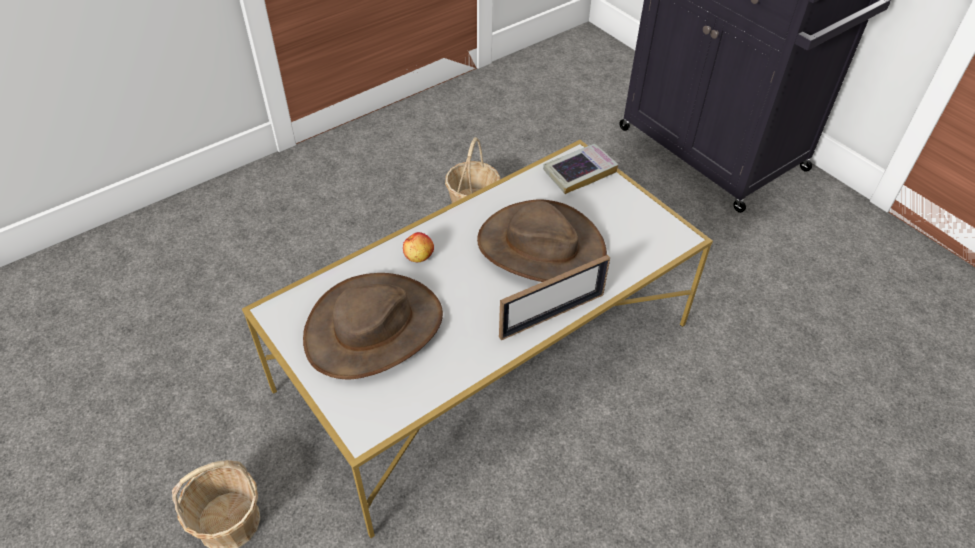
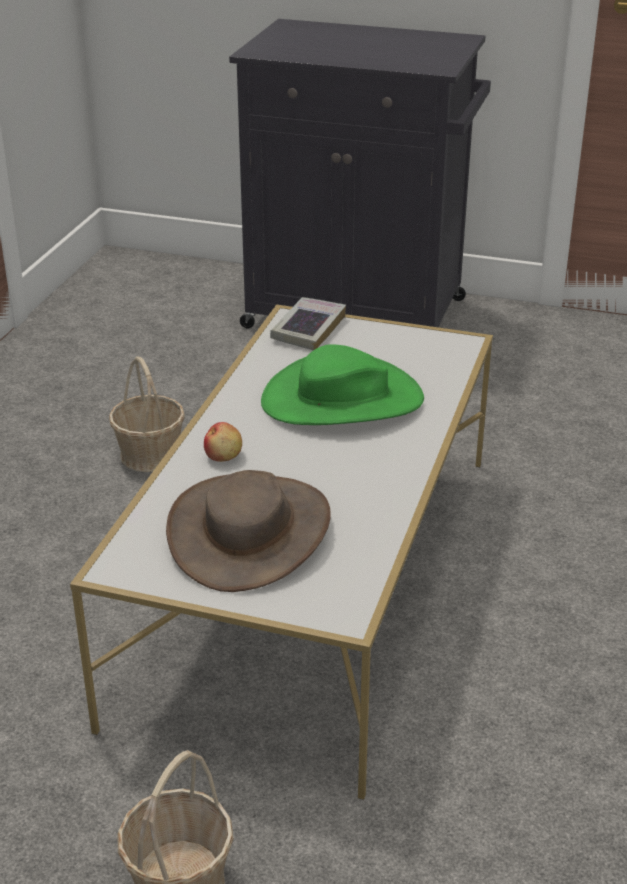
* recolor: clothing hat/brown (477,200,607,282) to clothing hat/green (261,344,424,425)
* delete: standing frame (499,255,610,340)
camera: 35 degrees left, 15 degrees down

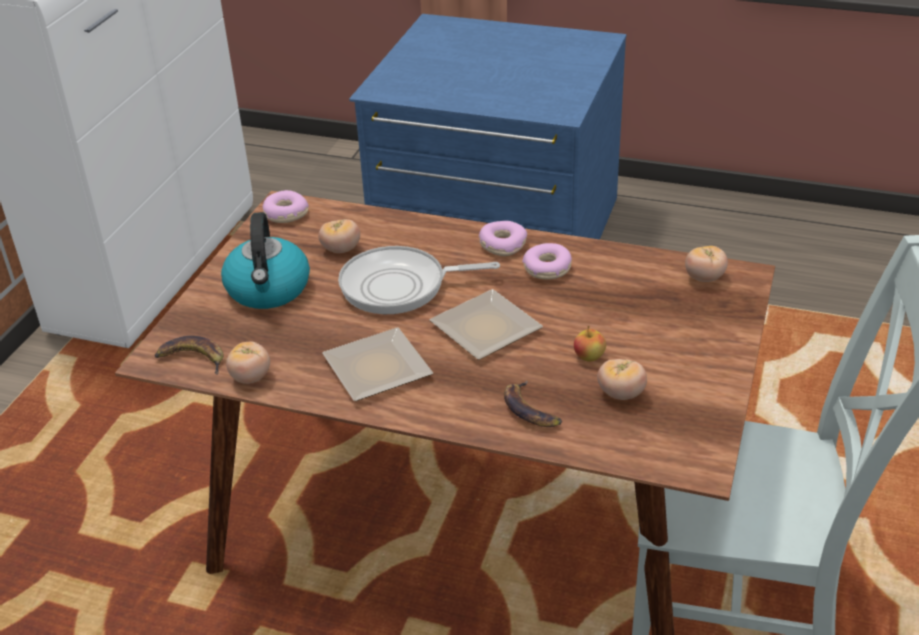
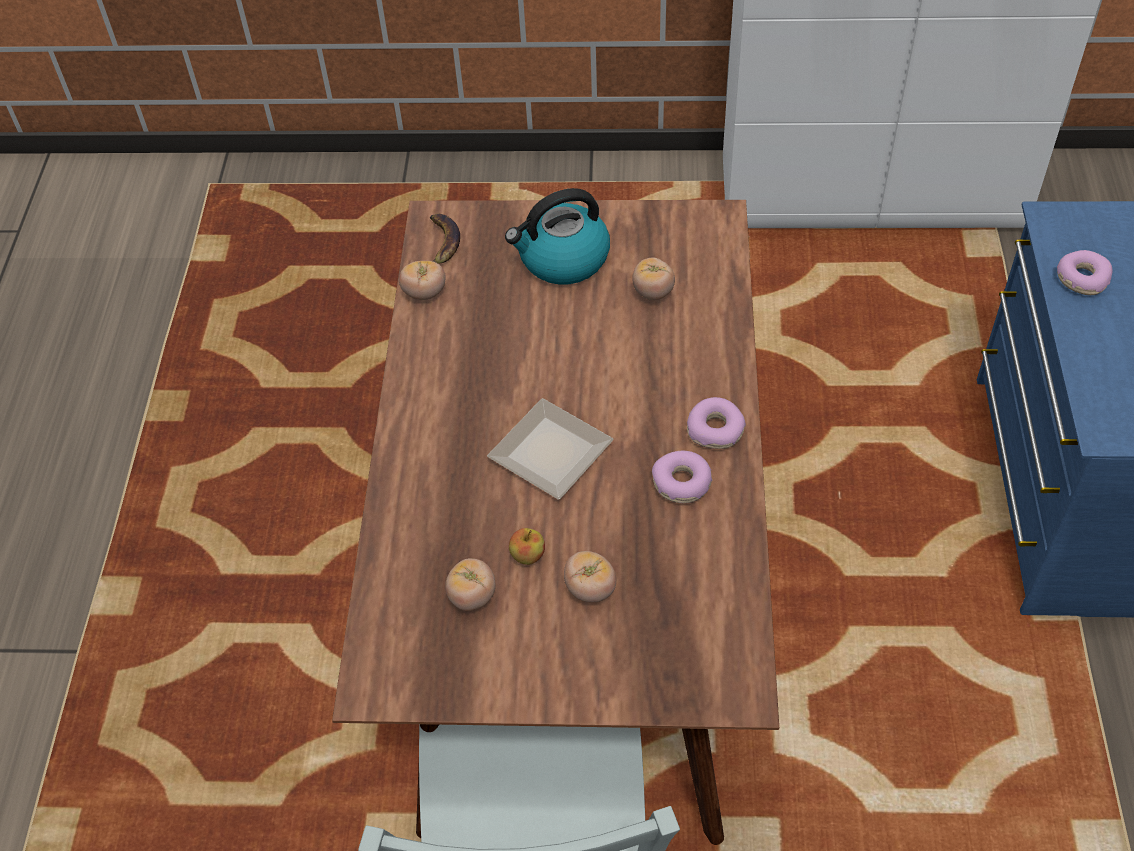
* move: whole tomato (685,246,728,282) to (564,551,616,603)
* move: ring doughnut (263,190,309,223) to (1057,250,1113,295)
* delete: flat dish (322,327,433,401)
* delete: frying pan (338,246,500,314)
* delete: banana fruit (504,381,562,427)
camera: 75 degrees right, 15 degrees up

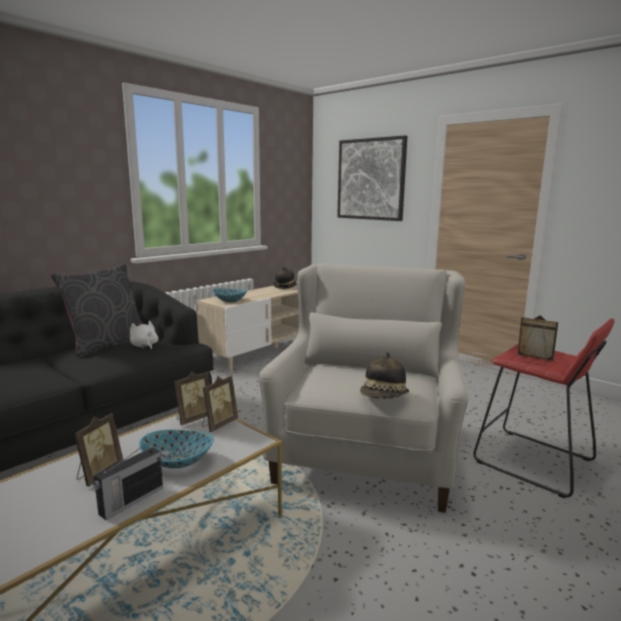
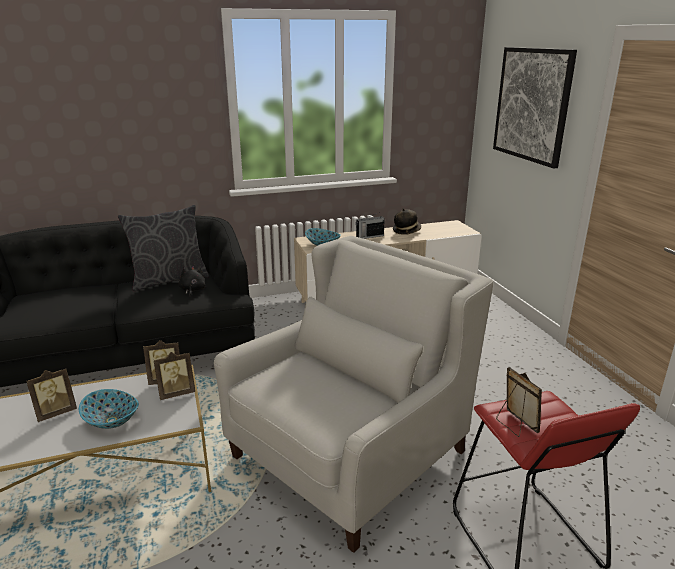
* recolor: soft toy/whitish (130,321,159,350) to soft toy/black (179,266,205,297)
* move: radio receiver (93,443,163,520) to (356,212,385,239)
* delete: clothing hat (360,352,409,399)
camera: 30 degrees right, 10 degrees up

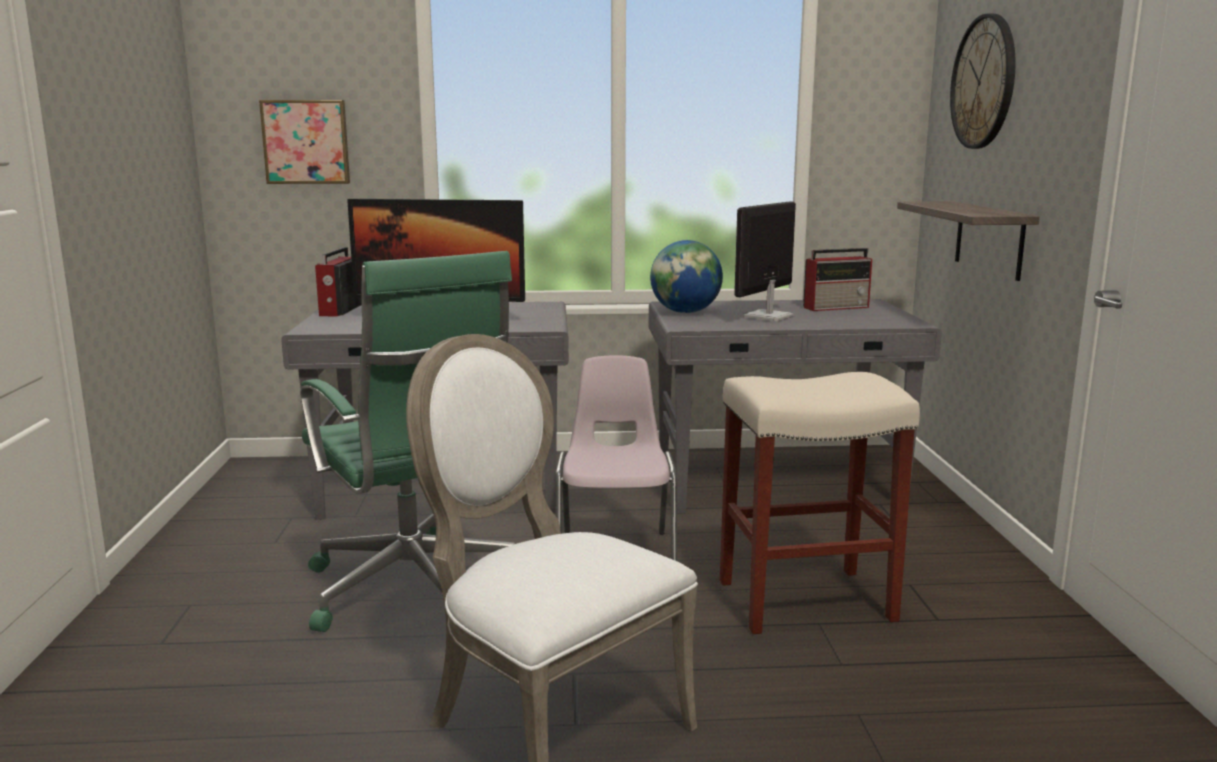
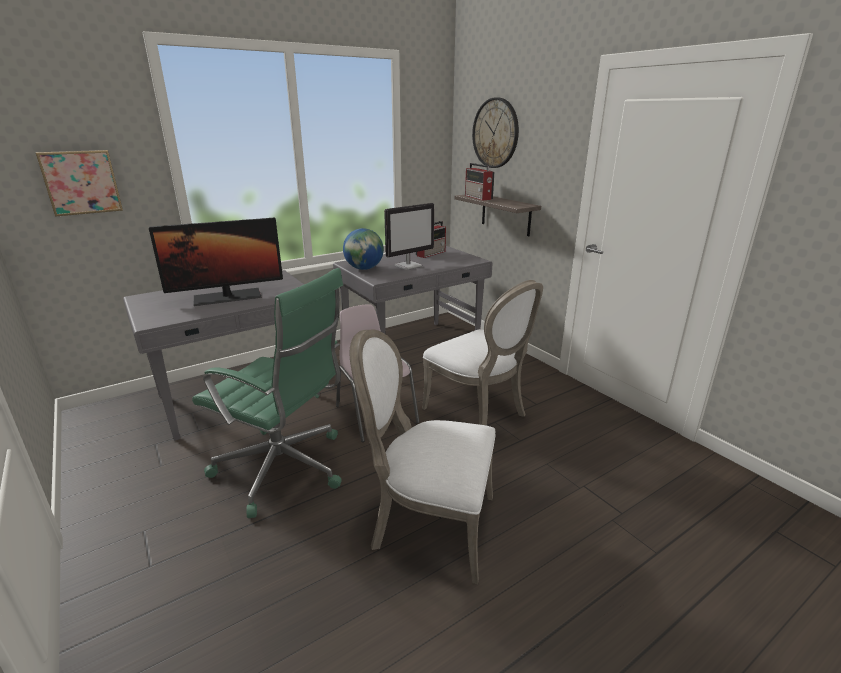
* rotate: computer screen (734,201,796,321) = (384,203,434,270) 135 degrees counterclockwise
* replace: sitting stool/beige-coloured (720,372,920,634) to upright chair/whitish (422,280,543,426)
* move: radio receiver (315,247,362,317) to (465,163,494,200)
camera: 30 degrees left, 10 degrees up

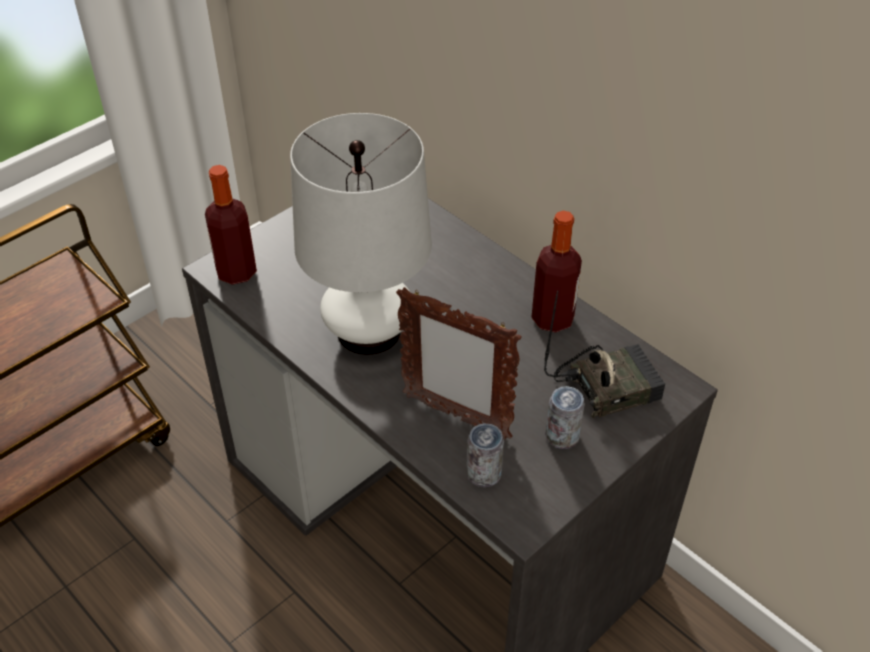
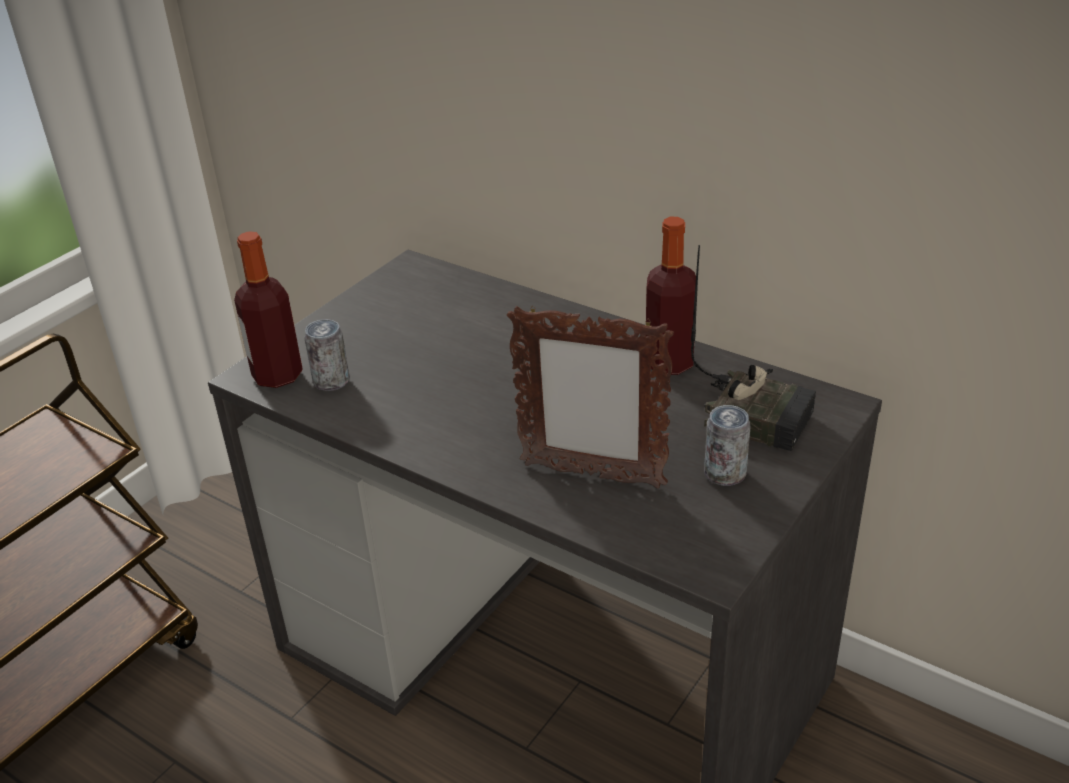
* move: metal can (466,423,504,487) to (304,319,350,391)
* rotate: radio receiver (544,291,665,418) = (691,245,816,451) 60 degrees clockwise
* delete: tabletop lamp/whitish (290,113,432,355)
camera: 10 degrees left, 10 degrees down

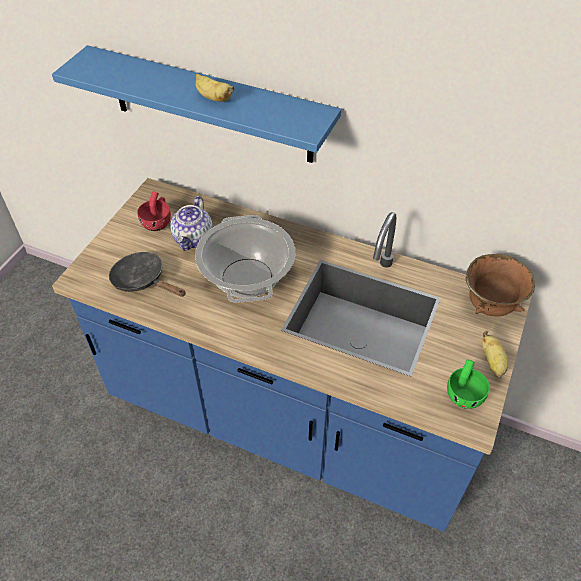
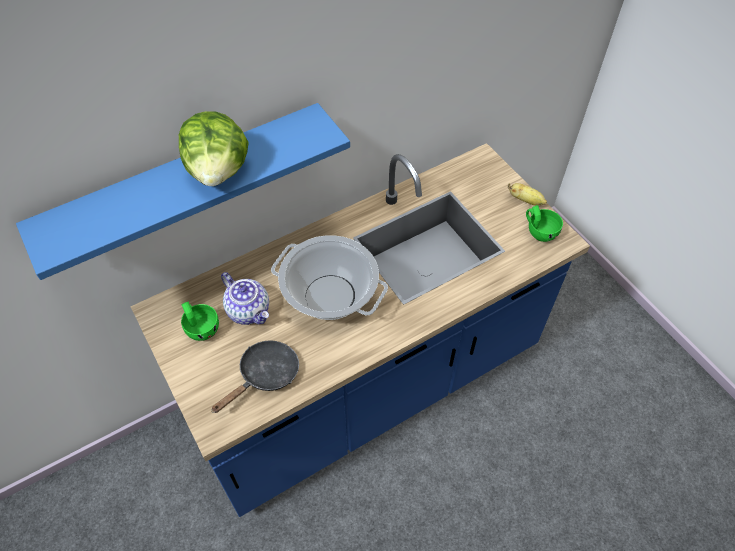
* replace: banana fruit (196,74,234,102) to lettuce head (179,111,249,186)
* recolor: drinking cup/red (137,191,171,231) to drinking cup/green (181,301,219,341)
* rotate: frying pan/black (109,252,186,297) = (211,340,299,413) 150 degrees clockwise
* delete: deep dish/brown (466,254,535,316)
camera: 55 degrees left, 5 degrees up

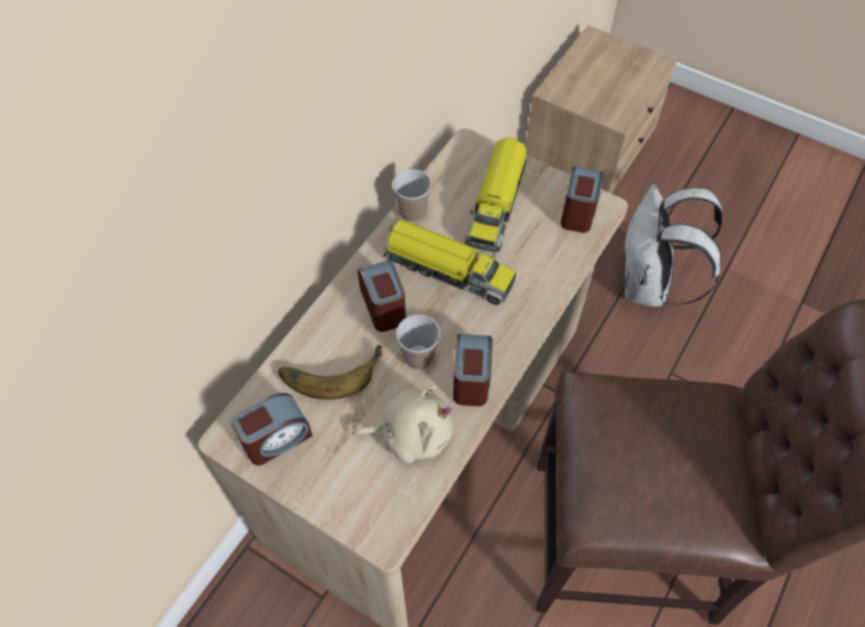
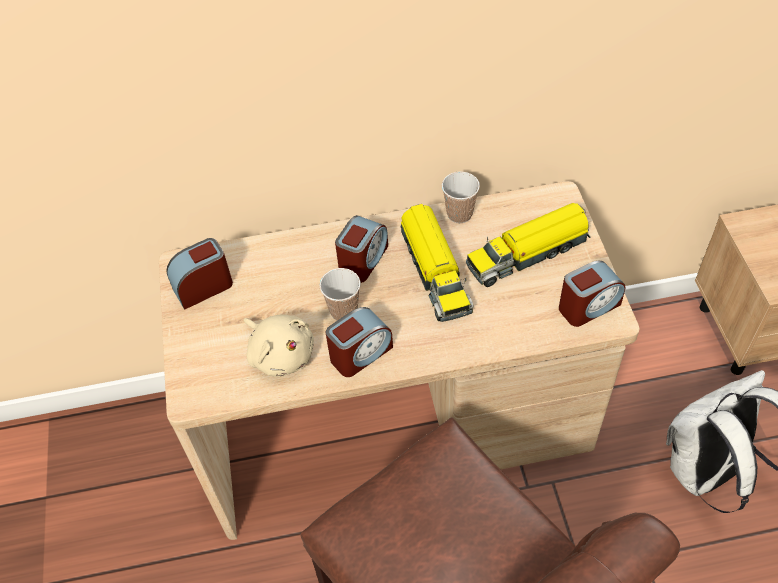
* rotate: table clock (231,393,313,466) = (166,238,233,310) 135 degrees clockwise
* delete: banana fruit (278,345,382,399)
camera: 50 degrees right, 5 degrees down

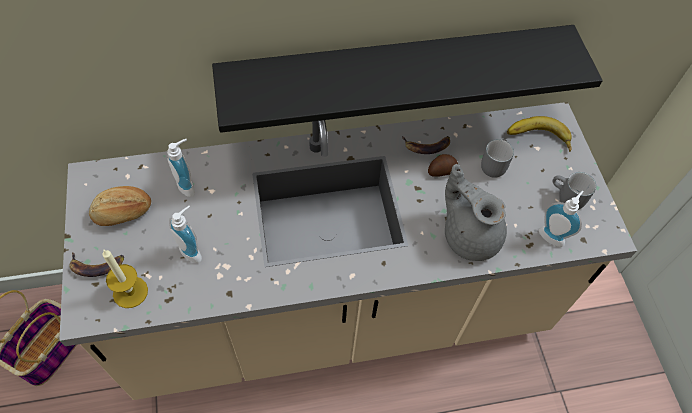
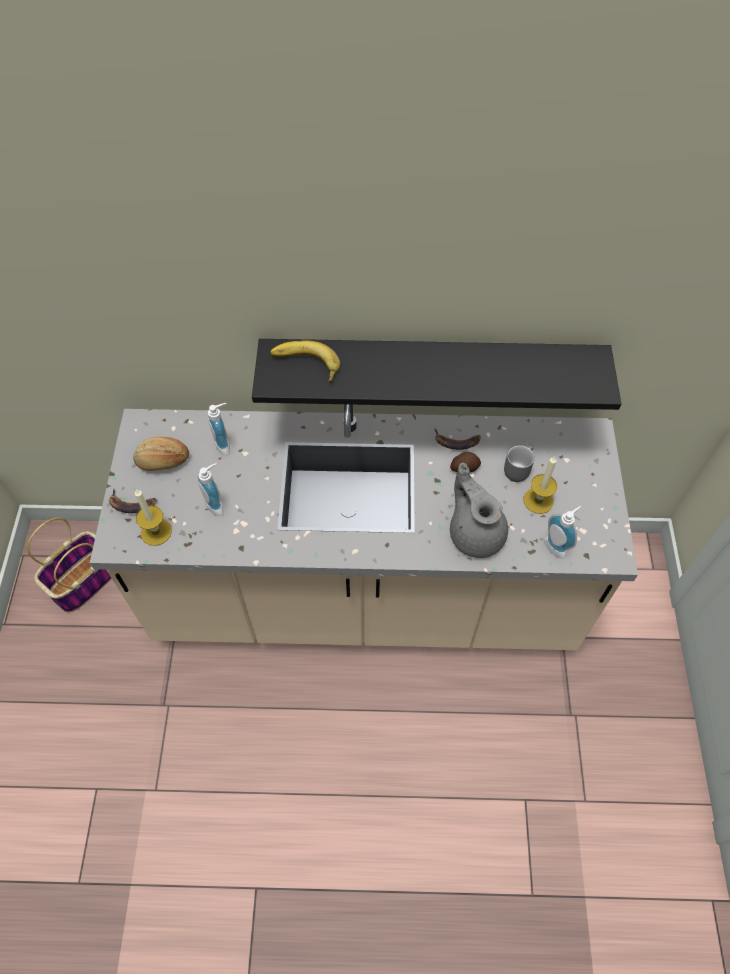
* move: banana fruit (507,116,572,152) to (270,340,340,383)
* insert: candle (524,456,557,514)
* delete: coffee mug/gray (552,172,597,210)
camera: 15 degrees right, 0 degrees up

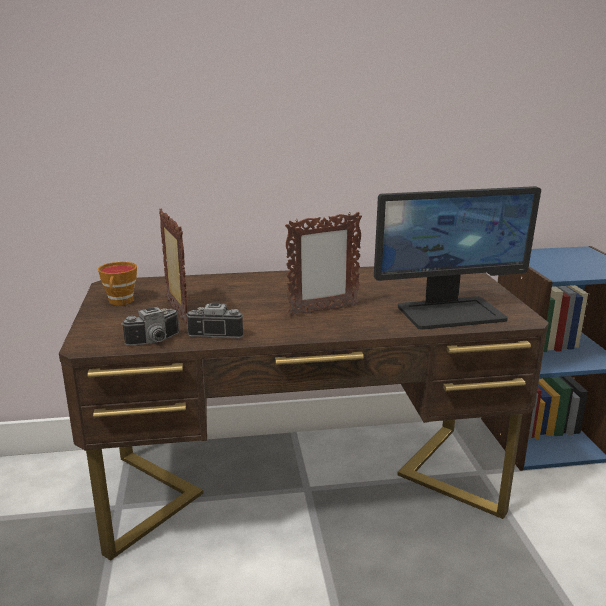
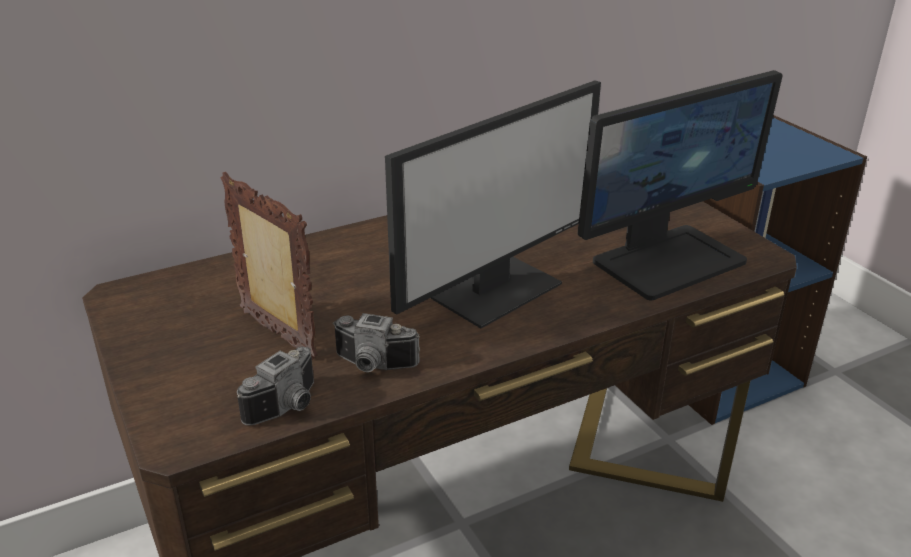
* rotate: photo camera (186,302,244,339) = (332,313,420,372) 150 degrees counterclockwise
* replace: standing frame (285,212,362,316) to computer screen (385,80,601,328)
* delete: drinking cup (98,262,137,305)
camera: 20 degrees left, 10 degrees up

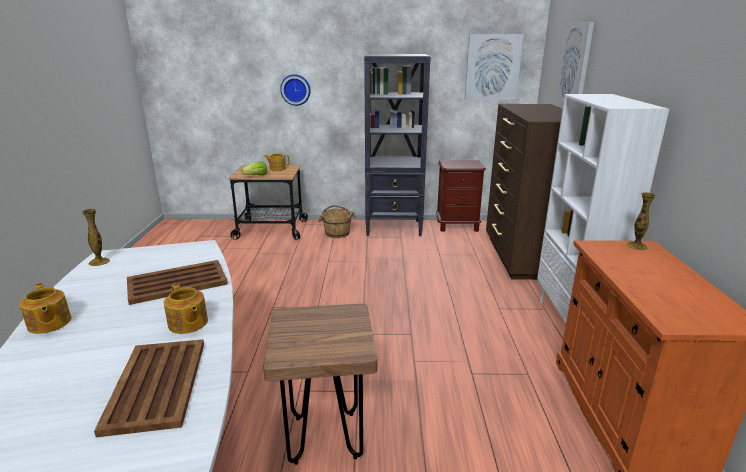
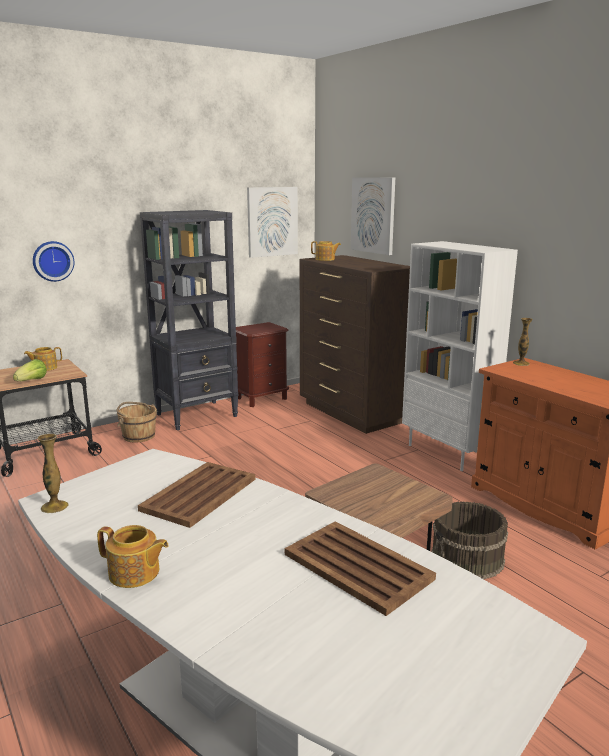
* move: tea pot (164,283,208,334) to (311,241,341,261)
* insert: water bucket/brown (431,501,508,579)
camera: 35 degrees left, 5 degrees down

